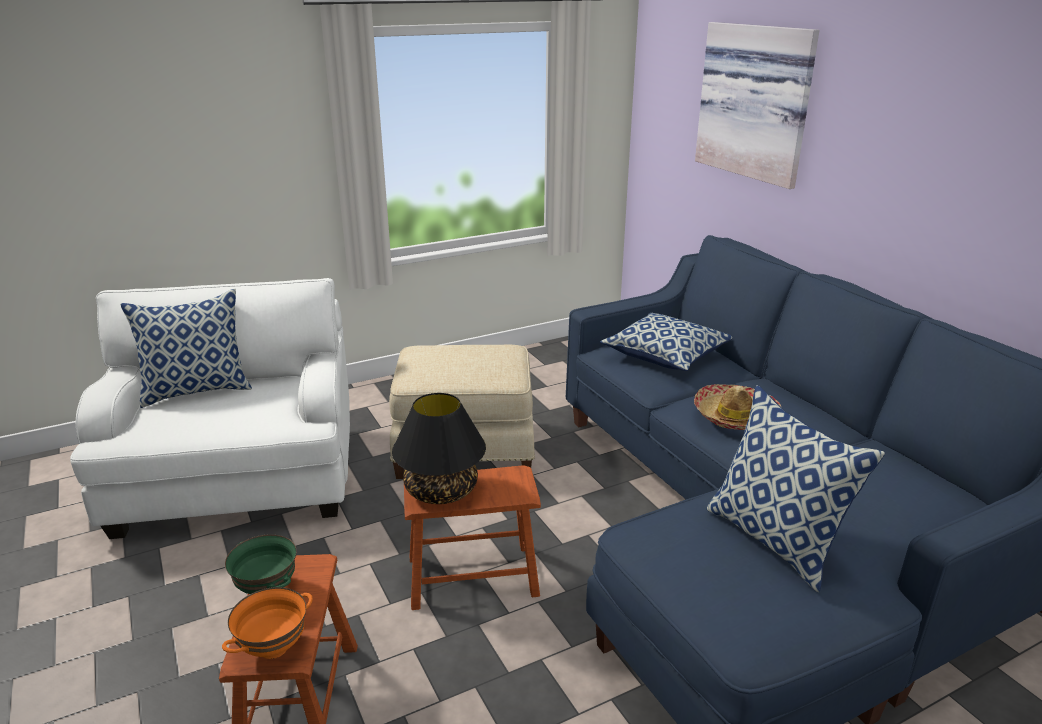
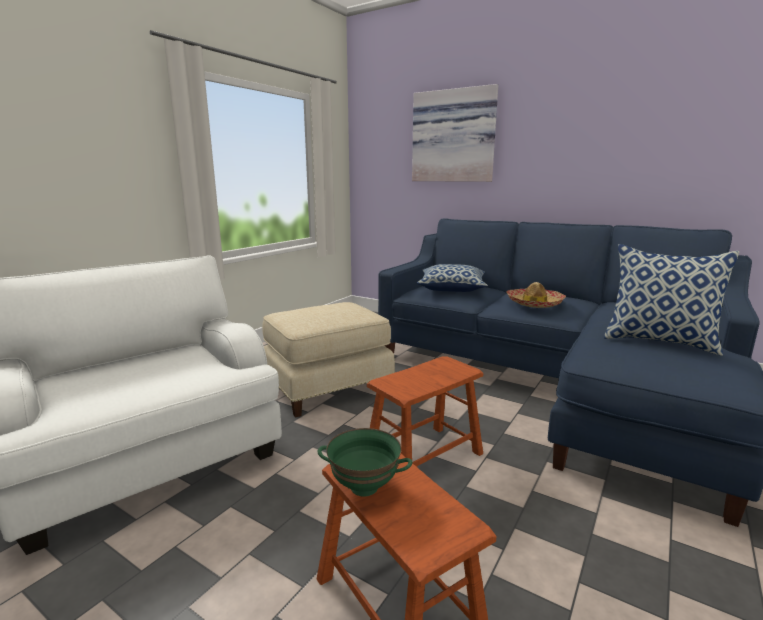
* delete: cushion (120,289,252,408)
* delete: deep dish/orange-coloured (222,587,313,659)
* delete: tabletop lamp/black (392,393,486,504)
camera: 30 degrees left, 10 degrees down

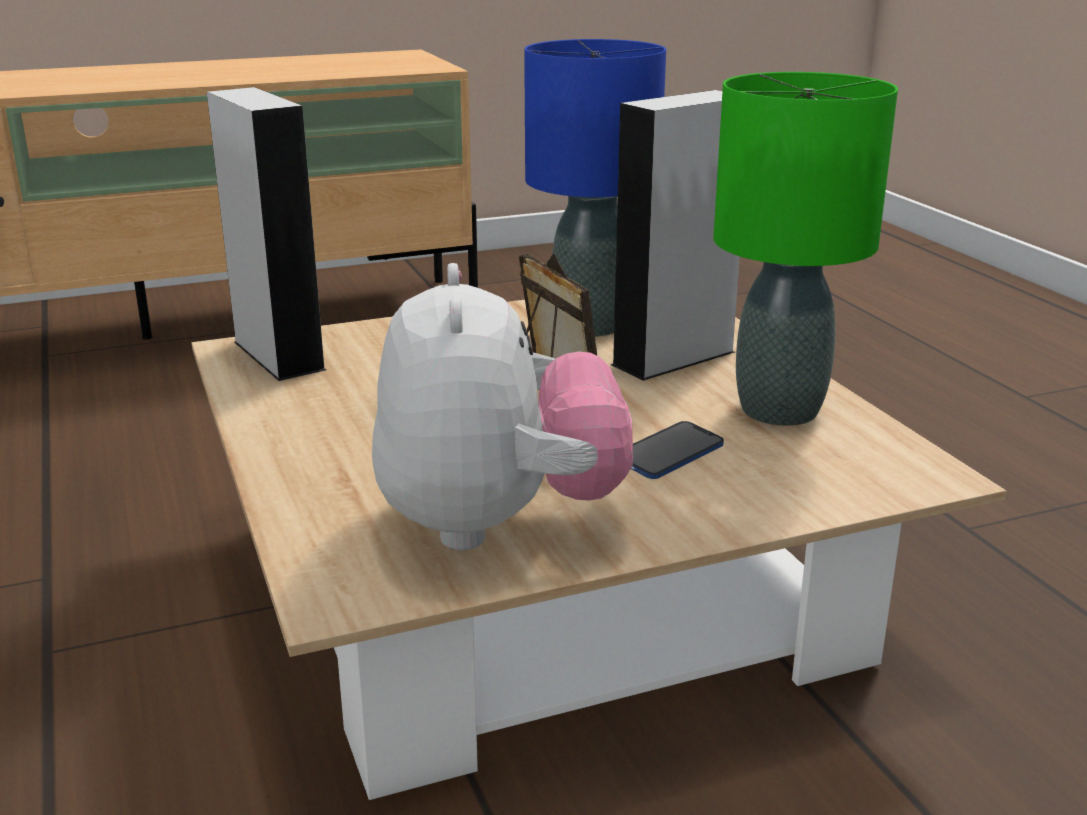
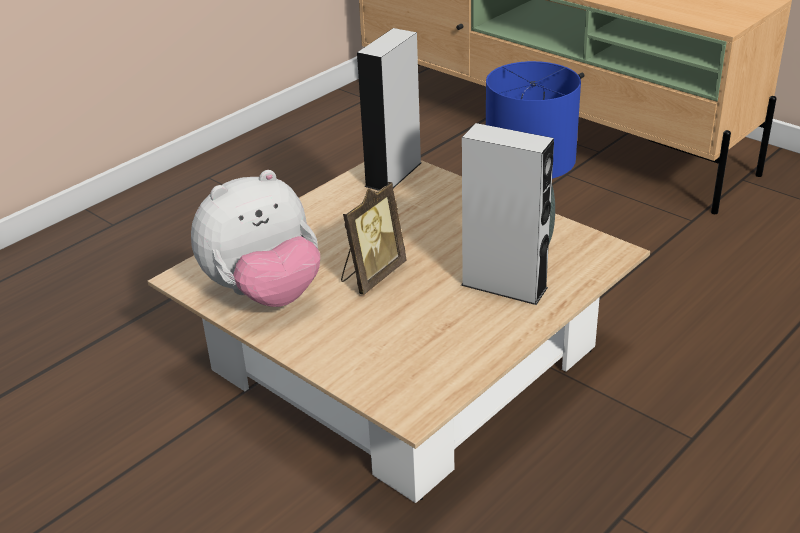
* delete: handset (631,421,724,479)
* delete: tabletop lamp/green (714,72,898,426)
camera: 65 degrees right, 10 degrees up

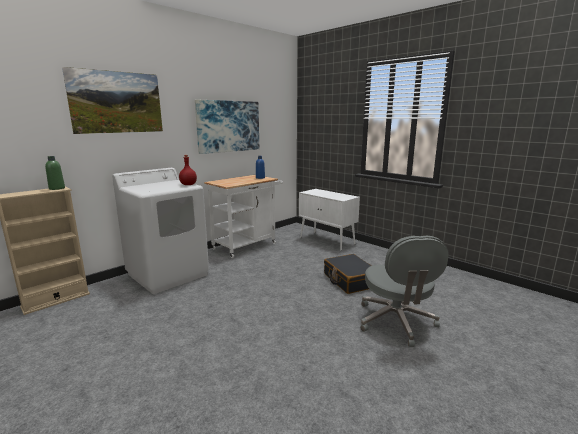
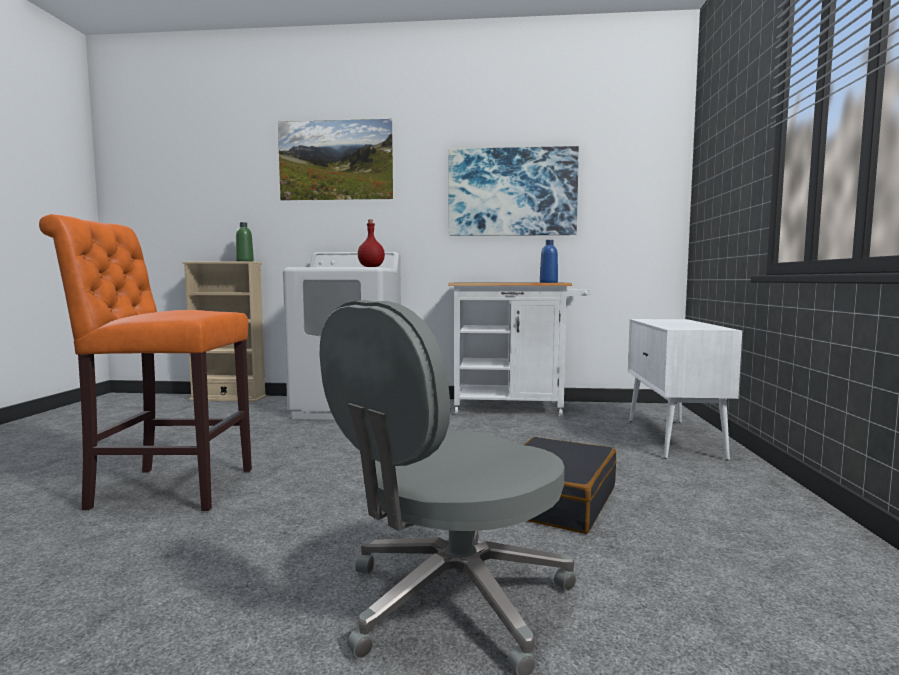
* insert: sitting stool/orange-coloured (39,214,252,512)
camera: 50 degrees right, 10 degrees down

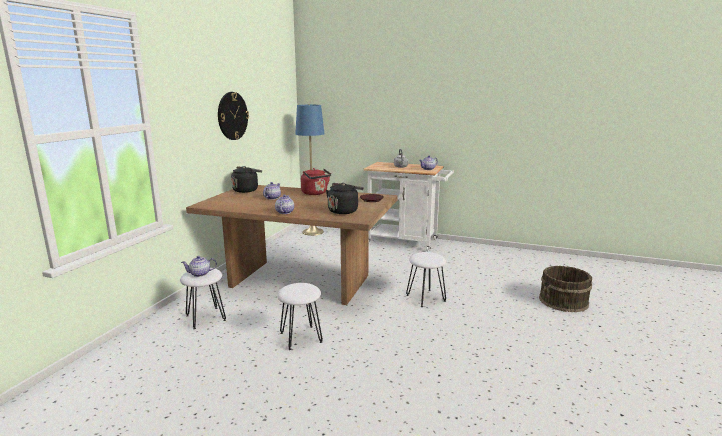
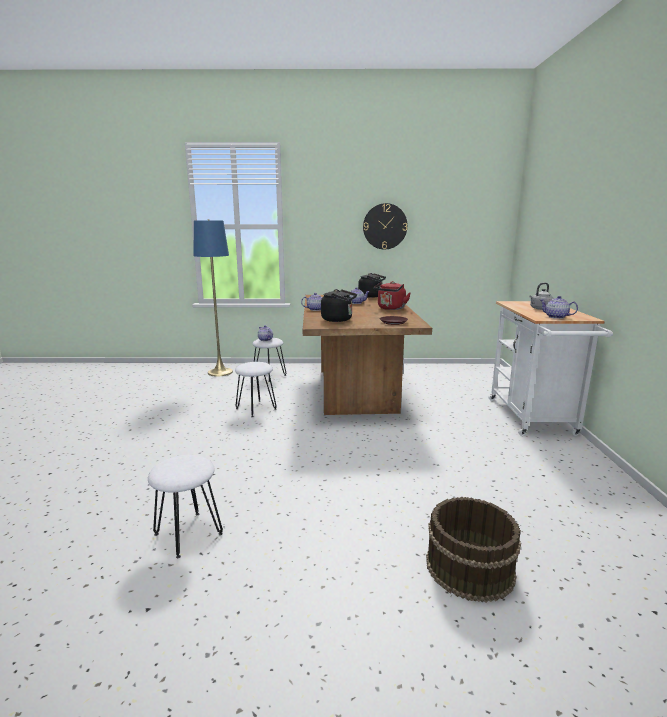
* move: sitting stool/whitish (406,252,446,307) to (148,455,223,558)
* move: standing lamp/blue (295,104,324,236) to (193,219,233,377)
camera: 70 degrees right, 0 degrees up

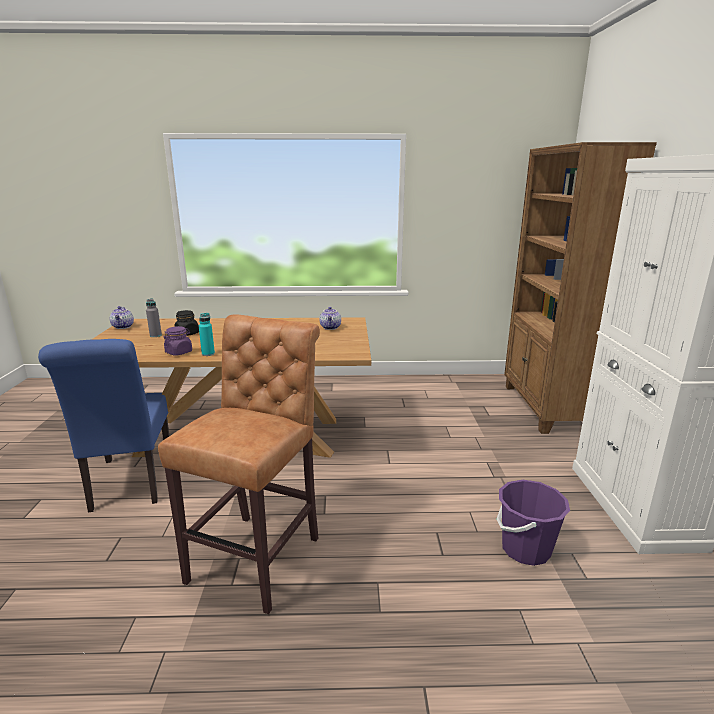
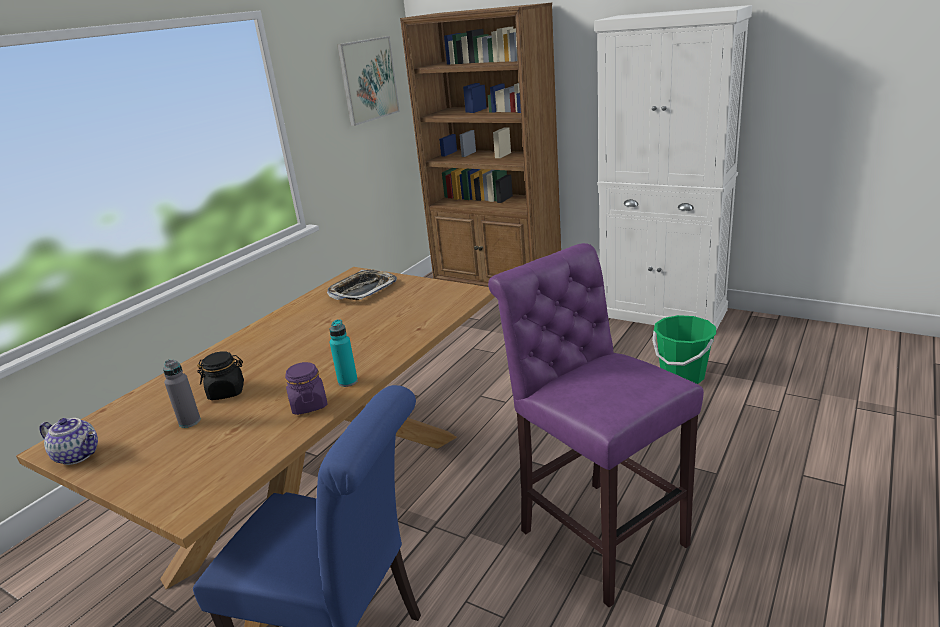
* replace: tea pot (319,307,341,330) to tray (327,270,397,300)
* insert: wall picture (337,36,400,126)
* recolor: sitting stool/brown (158,314,320,614) to sitting stool/purple-coloured (488,243,704,608)
* recolor: water bucket/purple-coloured (496,480,570,566) to water bucket/green (652,315,716,384)
camera: 55 degrees left, 5 degrees up

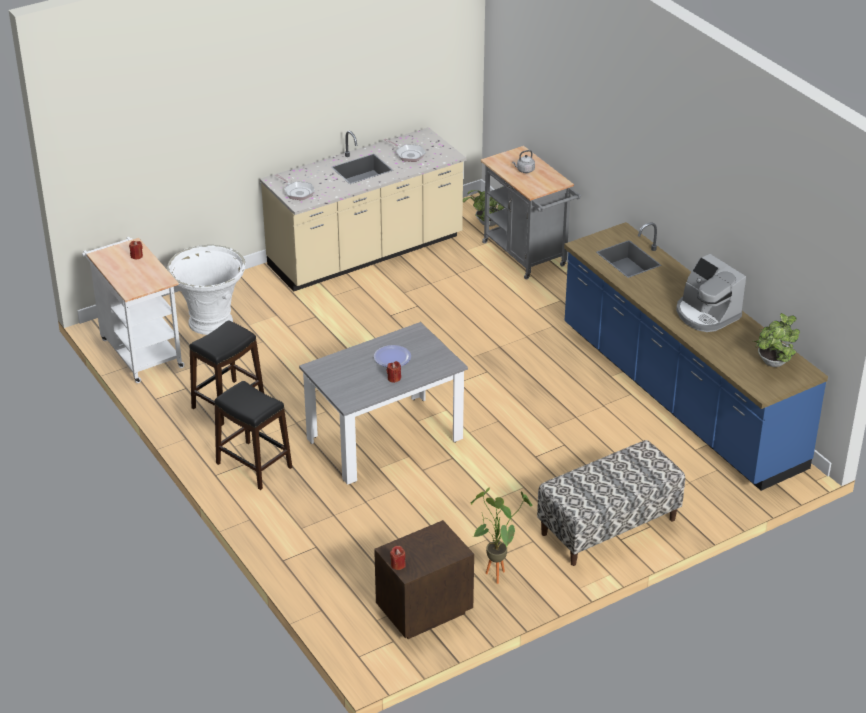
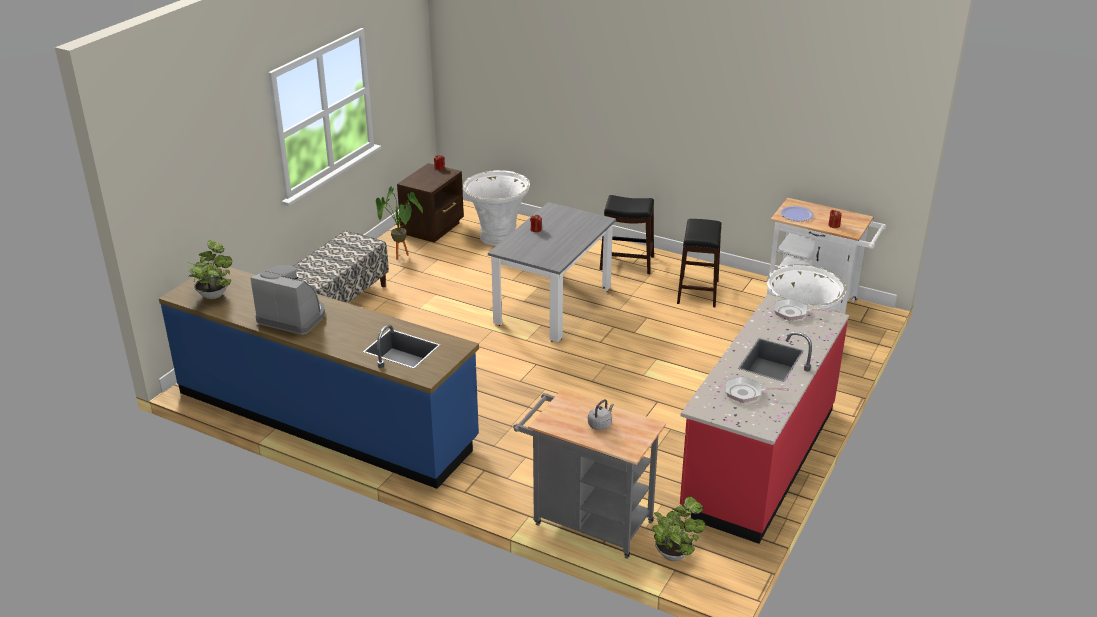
* insert: planter/whitish (463,170,530,246)
* recolor: kitchen counter/beige-coloured (260,127,466,291) to kitchen counter/red (680,294,849,544)
* move: flat dish (374,345,411,367) to (780,206,814,221)
camera: 150 degrees right, 5 degrees down

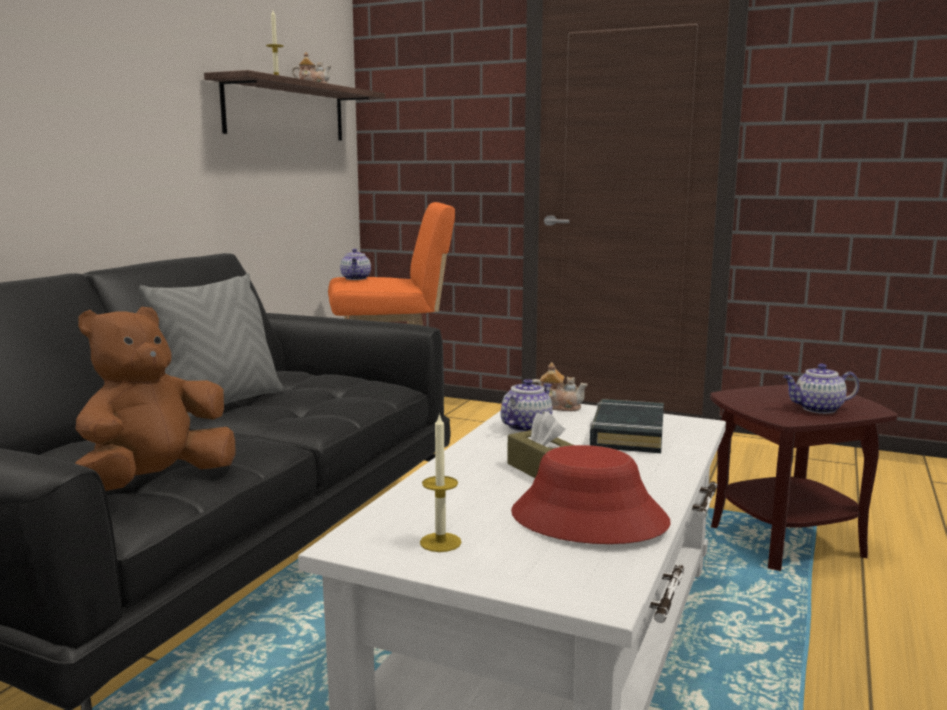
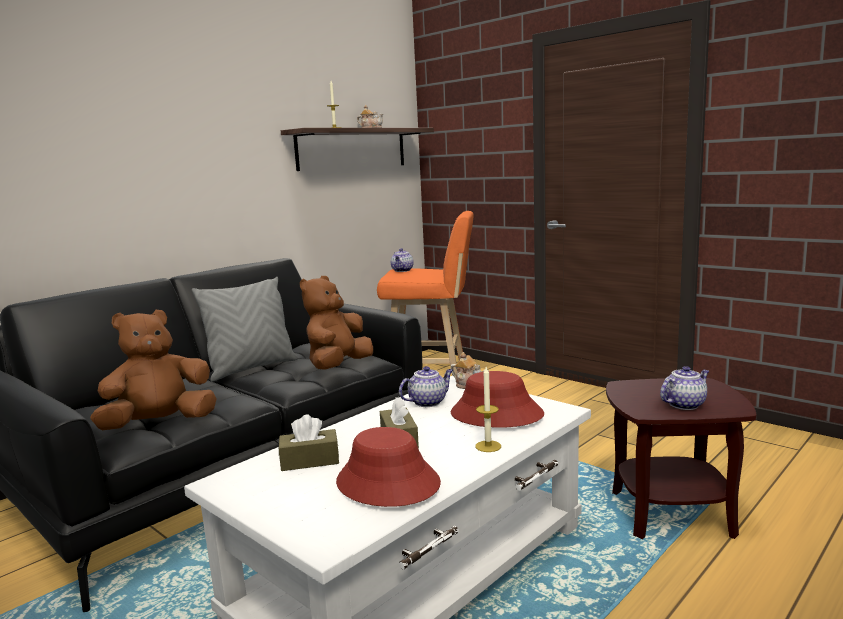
* insert: tissue holder/brown (279,415,339,471)
* insert: soft toy/brown (300,276,373,370)
* replace: bound book/black (590,399,664,453) to clothing hat/red (451,371,544,428)
* move: candle (420,413,462,552) to (475,367,501,452)
* rotate: tea pot (783,364,859,414) = (660,366,709,410) 135 degrees clockwise
camera: 20 degrees right, 0 degrees up

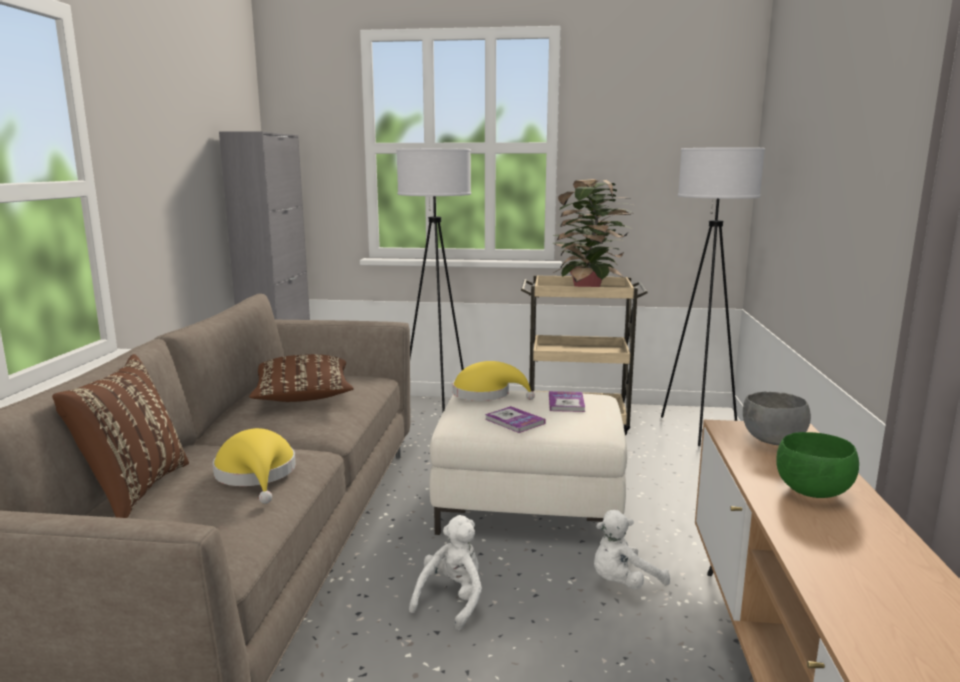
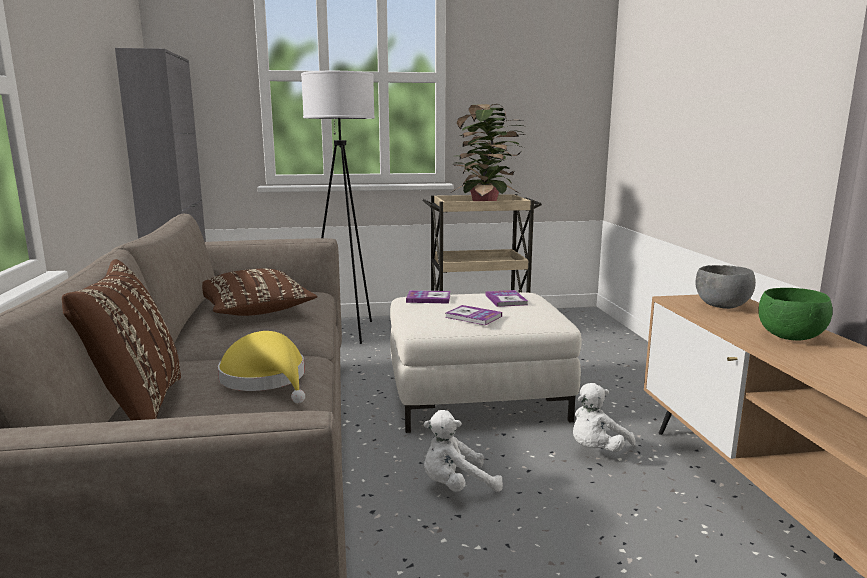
* replace: clothing hat/yellowish (453,361,535,401) to bound book (406,290,450,304)
* rotate: soft toy/whitish (409,515,482,630) = (424,410,503,492) 120 degrees counterclockwise
* delete: standing lamp/whitish (661,147,765,446)
camera: 15 degrees left, 0 degrees up

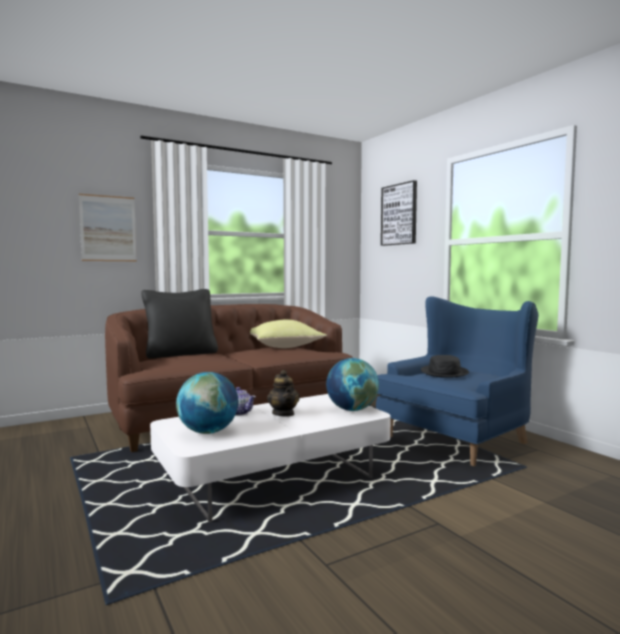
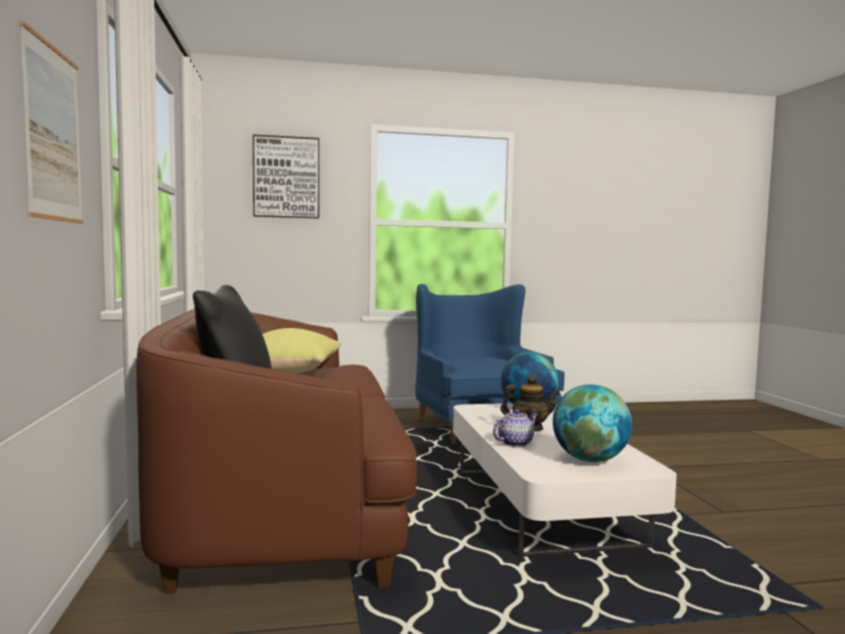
* delete: clothing hat/black (421,355,469,378)
camera: 70 degrees left, 0 degrees up

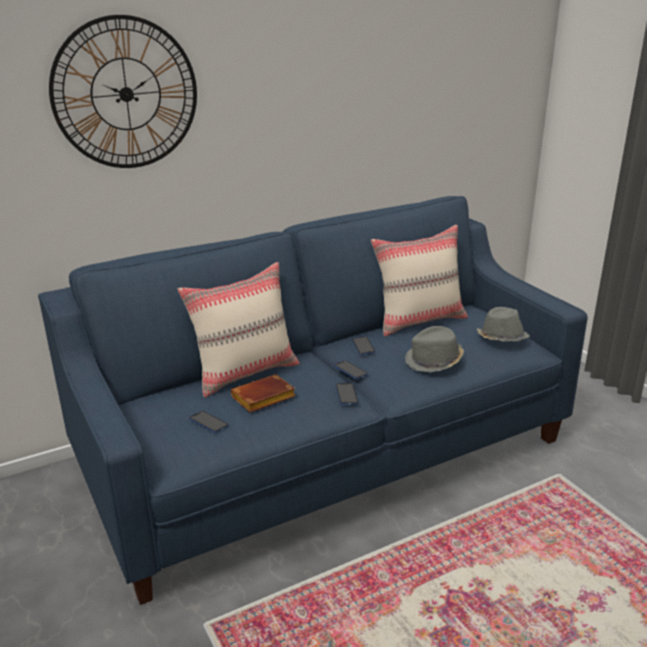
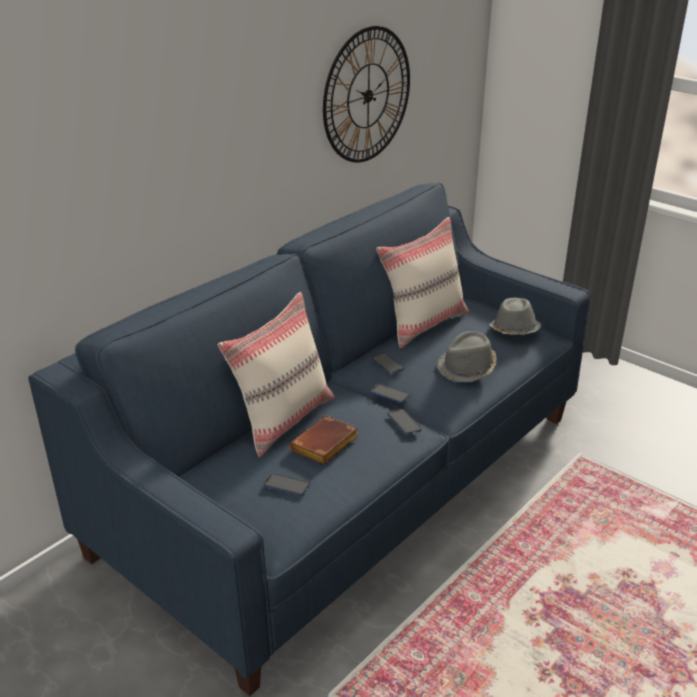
* move: wall clock (49,15,197,168) to (323,26,410,163)
camera: 20 degrees left, 5 degrees up

